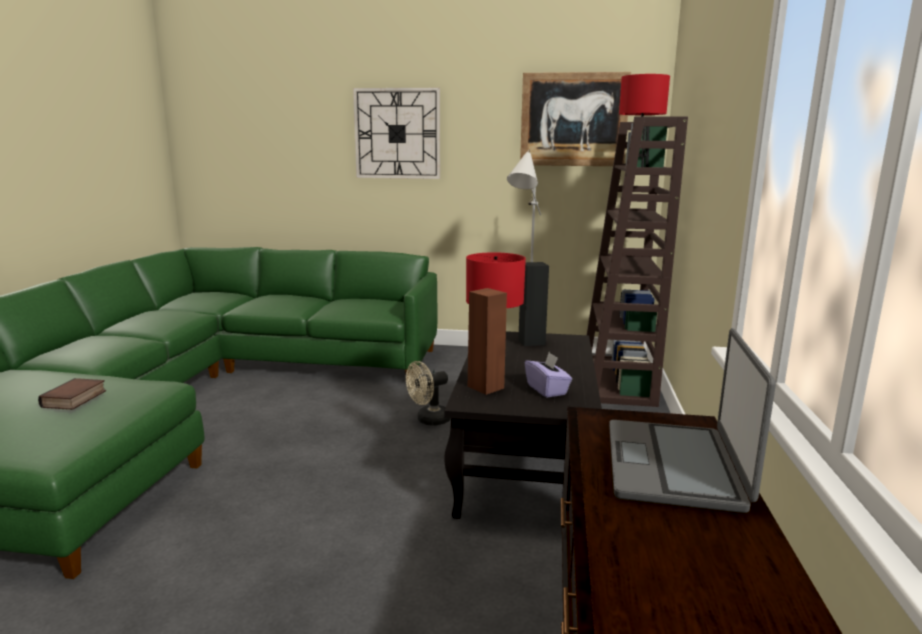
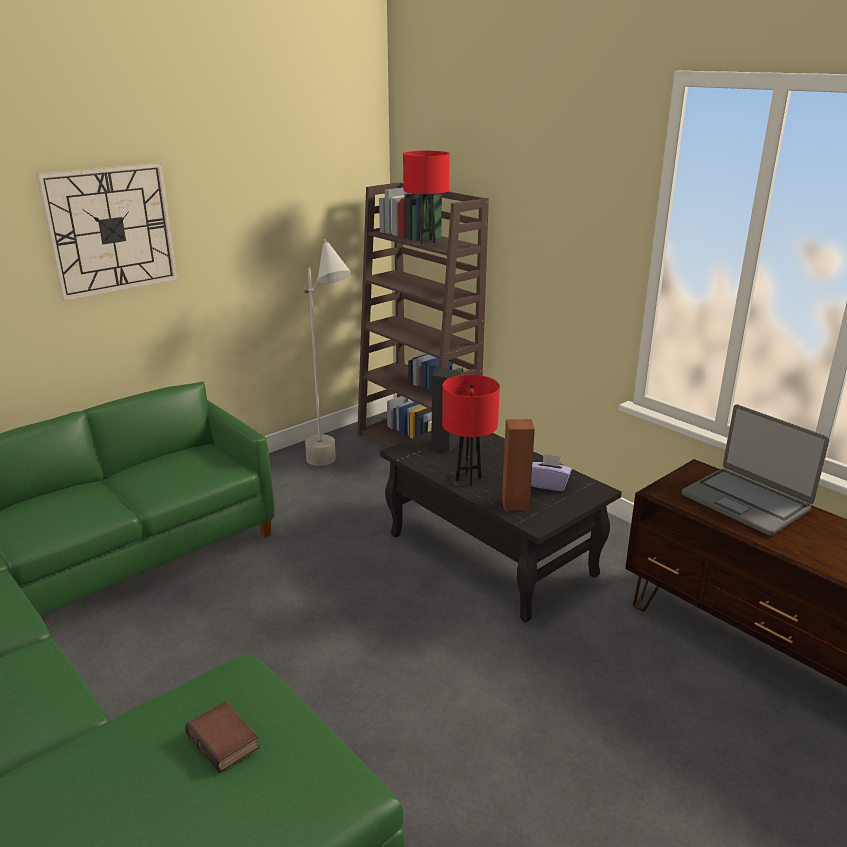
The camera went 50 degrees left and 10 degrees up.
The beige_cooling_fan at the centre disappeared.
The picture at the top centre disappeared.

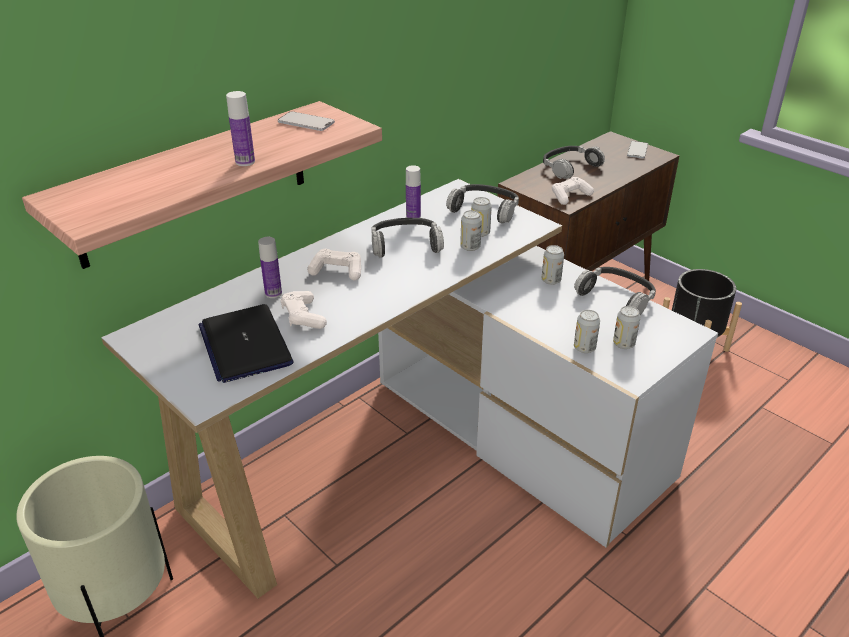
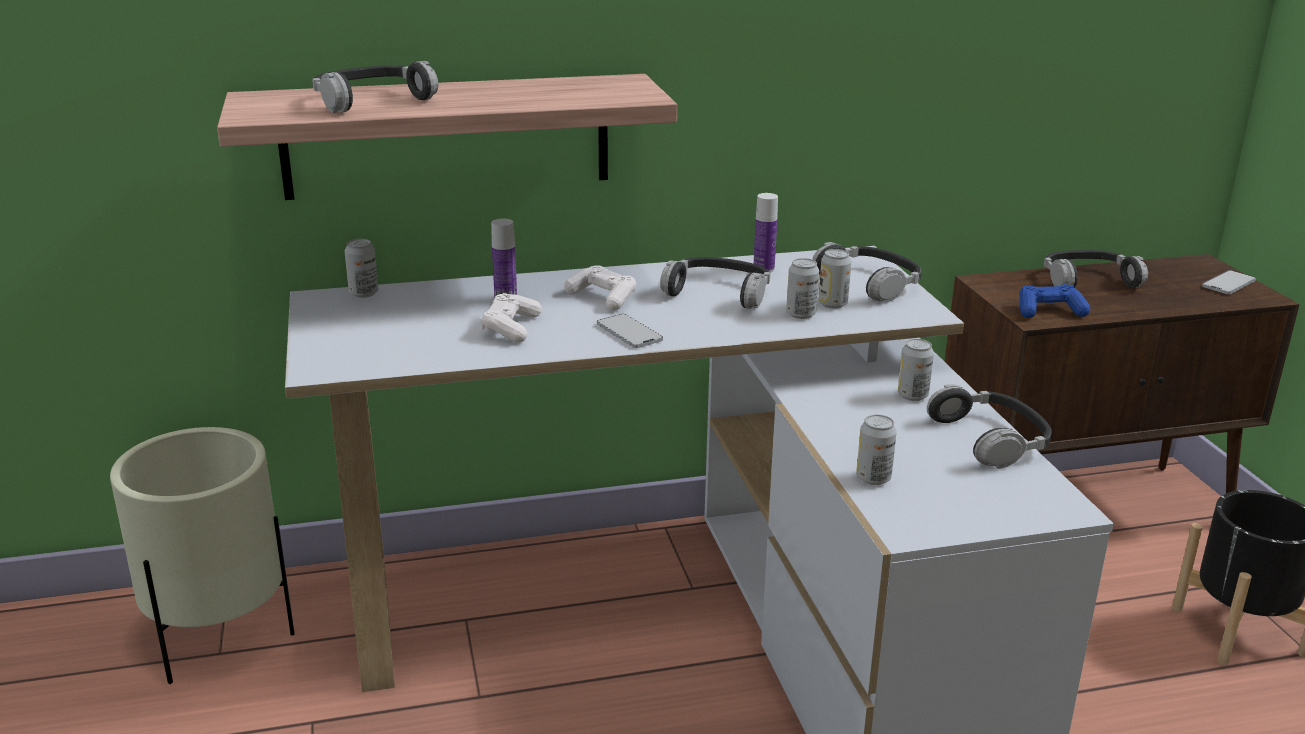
The camera went 30 degrees right and 10 degrees down.
The headphones (no. 1 from left) at the top left appeared.
The sealed_can (no. 5 from left in the first image) moved from the middle right to the middle left.
The telephone (no. 1 from left) moved from the top centre to the centre.
The white_joypad (no. 3 from left) at the top right became the blue-coloured_joypad at the middle right.
The notebook_computer at the middle left disappeared.
The beverage_bottle (no. 1 from left) at the top left disappeared.

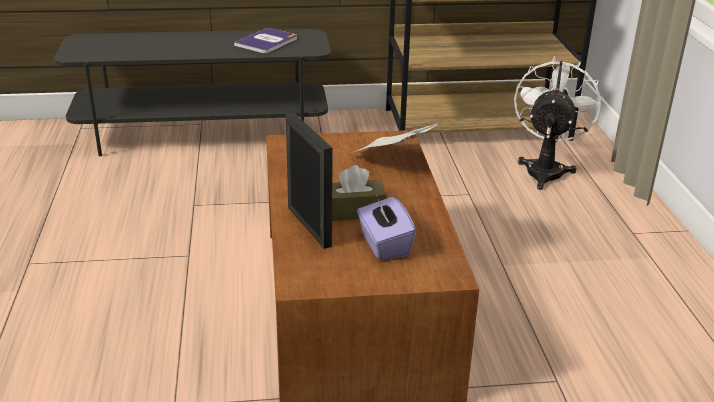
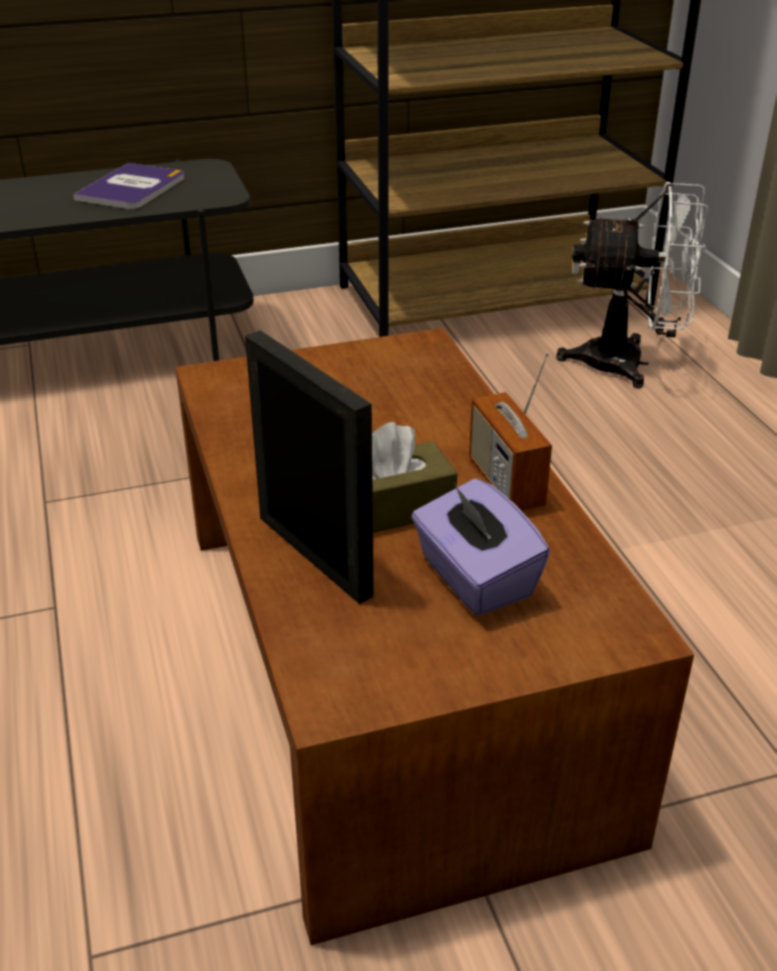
The camera went 10 degrees left and 5 degrees up.
The radio_set at the centre appeared.
The white_cooling_fan at the top right turned 90 degrees clockwise.
The daily_paper at the centre disappeared.

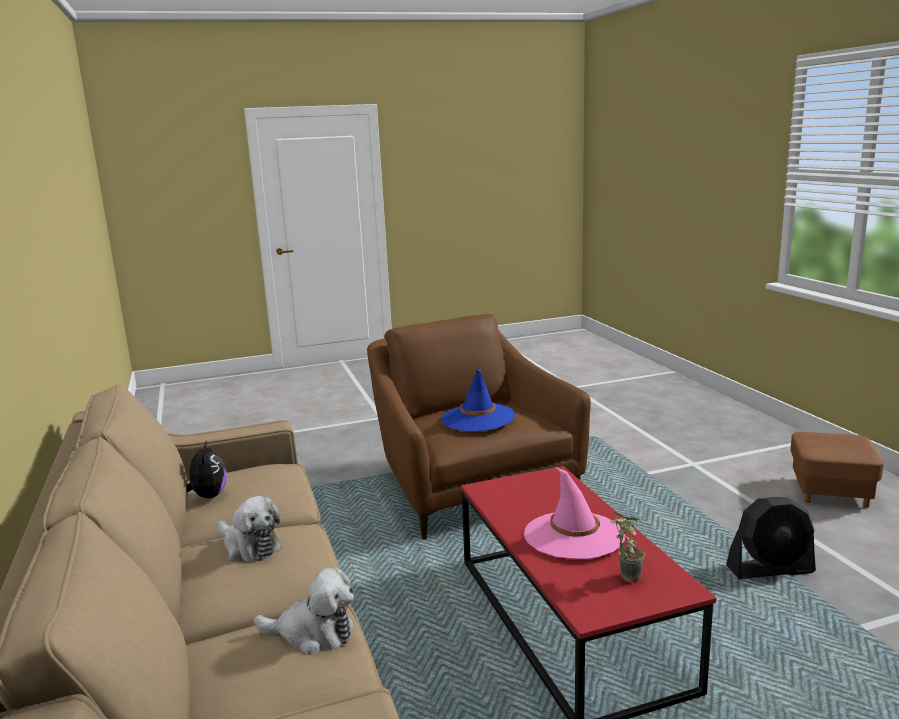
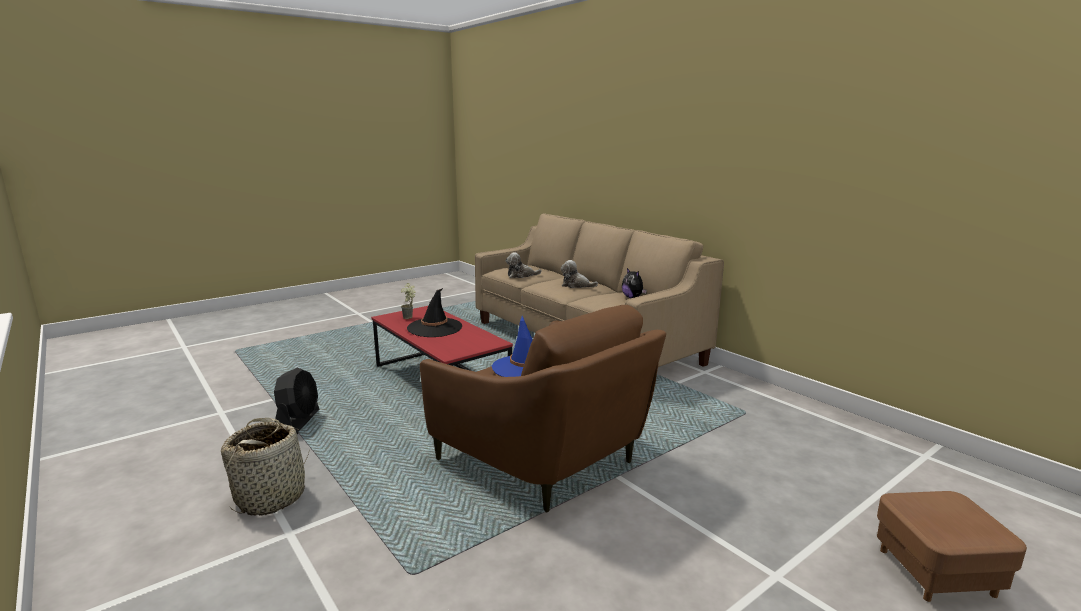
The camera went 160 degrees right and 0 degrees up.
The basket at the bottom left appeared.
The black-coloured_cooling_fan at the bottom right turned 120 degrees clockwise.
The pink-coloured_hat at the bottom centre became the black-coloured_hat at the centre.
The brown-coloured_footrest moved from the middle right to the bottom right.

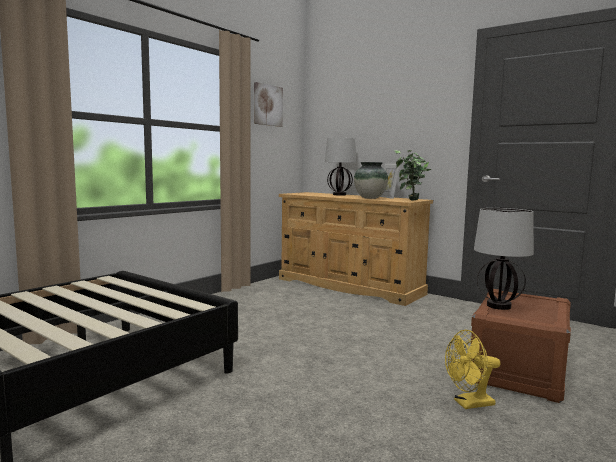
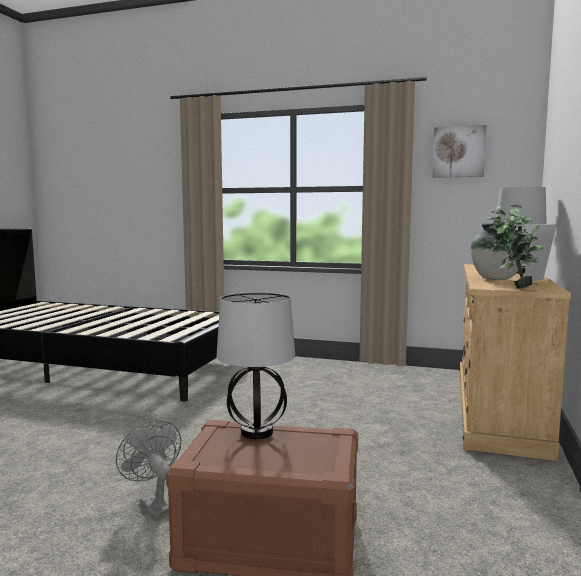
The camera went 70 degrees right and 0 degrees up.
The yellowish_cooling_fan at the bottom right became the grey_cooling_fan at the bottom left.

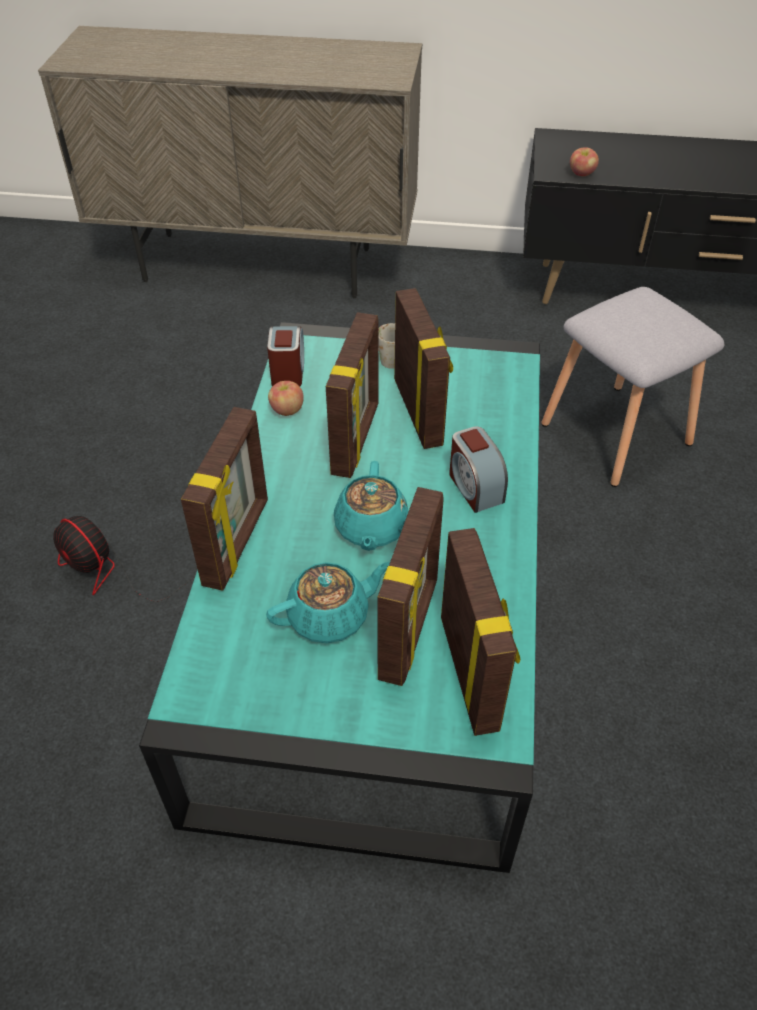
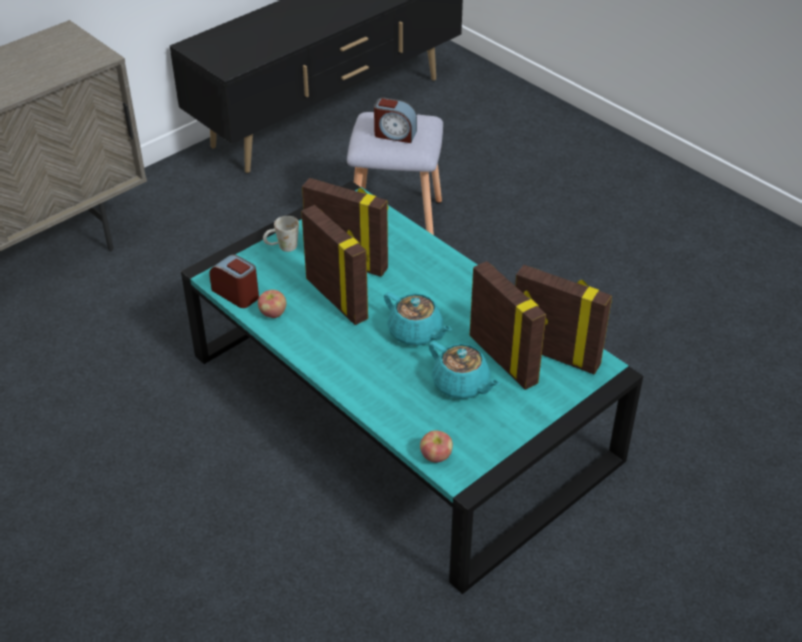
The camera went 50 degrees left and 5 degrees down.
The bedside_clock (no. 2 from left) moved from the centre to the top centre.
The apple (no. 2 from left) moved from the top right to the bottom centre.
The blue-green_tea_pot (no. 1 from left in the first image) at the centre turned 120 degrees clockwise.
The cooling_fan at the middle left disappeared.
The standing_frame (no. 1 from left) at the middle left disappeared.

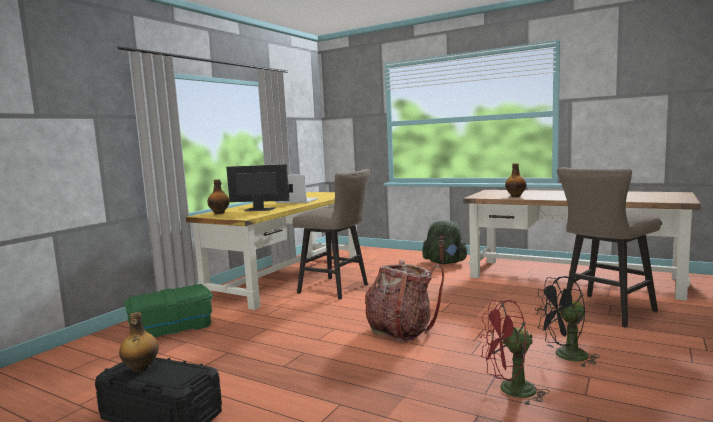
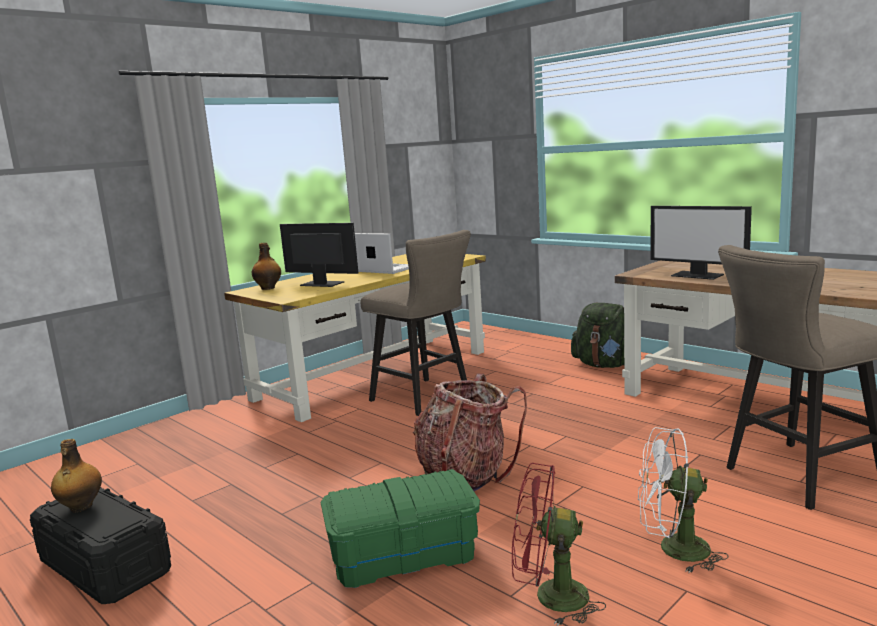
The camera went 15 degrees right and 5 degrees up.
The greenish_storage_box moved from the bottom left to the bottom centre.
The black-coloured_cooling_fan at the bottom right became the white_cooling_fan at the bottom right.
The beverage_bottle (no. 3 from left) at the middle right was replaced by the computer_display (no. 2 from left) at the middle right.

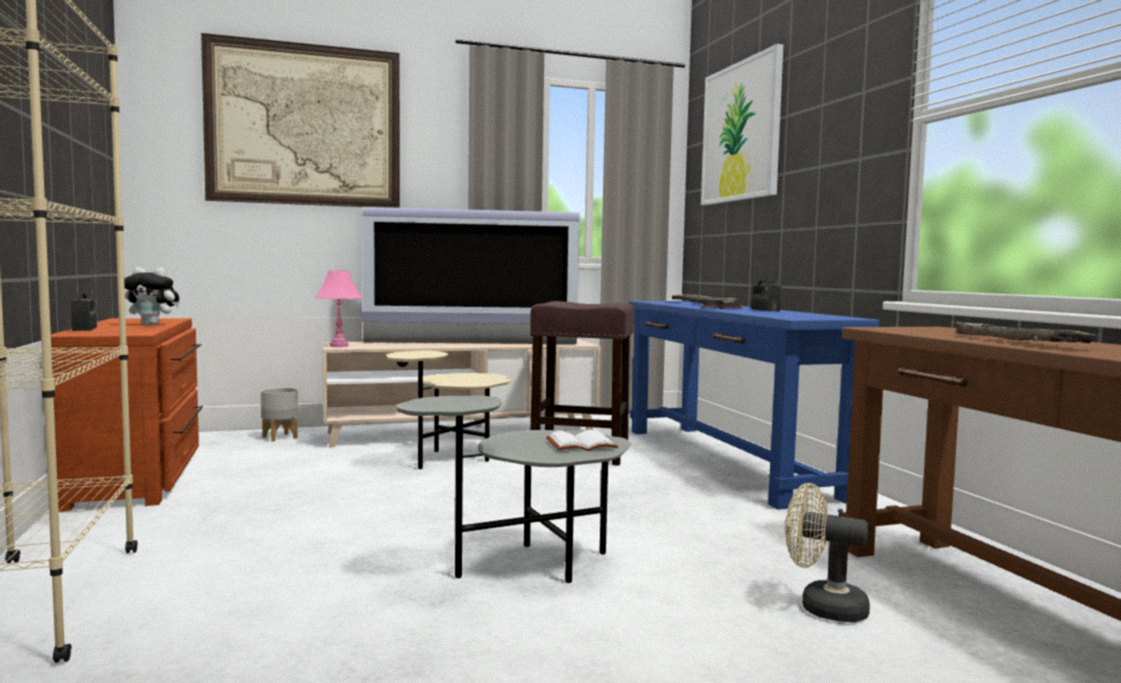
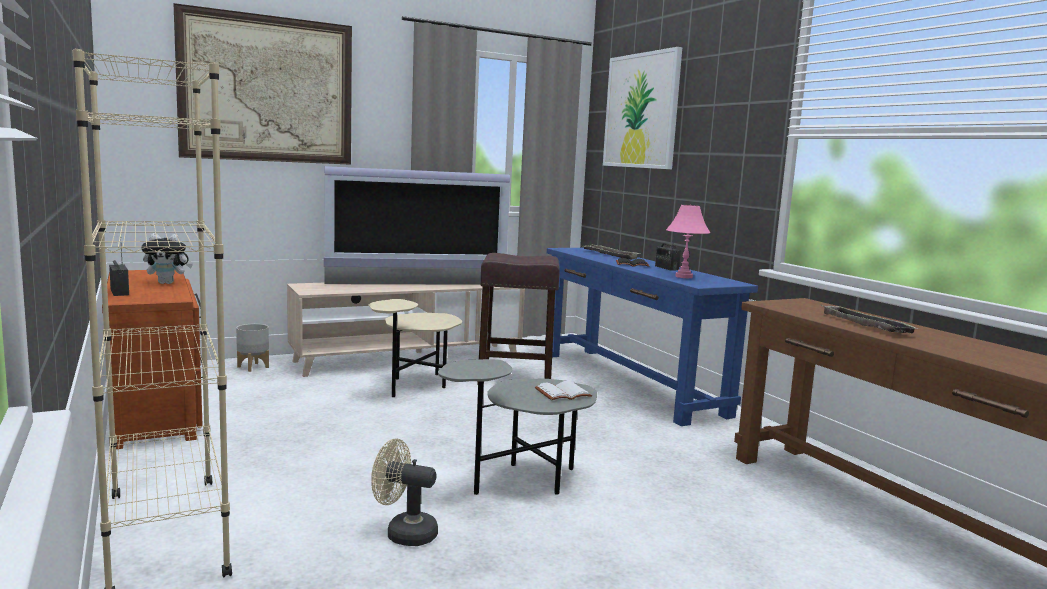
The camera went 10 degrees left and 5 degrees up.
The beige_cooling_fan moved from the bottom right to the bottom centre.
The pink-coloured_tabletop_lamp moved from the middle left to the centre.

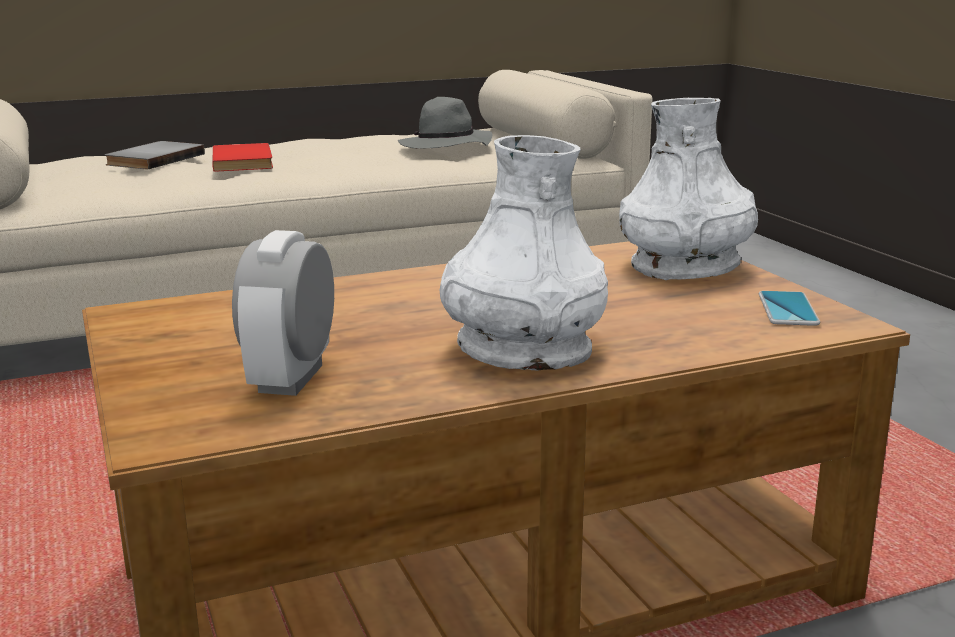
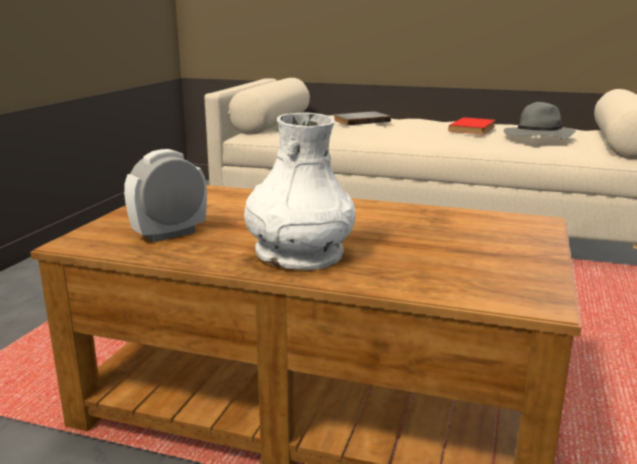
The camera went 40 degrees right and 0 degrees up.
The reddish_volume moved from the top left to the top right.
The white_decorative_vase (no. 2 from left) at the top right disappeared.
The telephone at the middle right disappeared.

